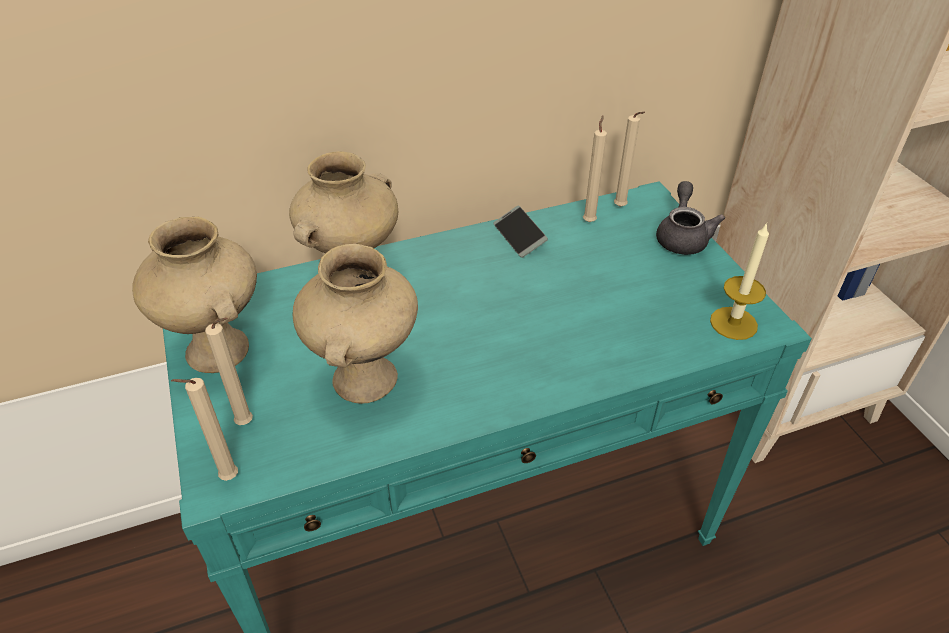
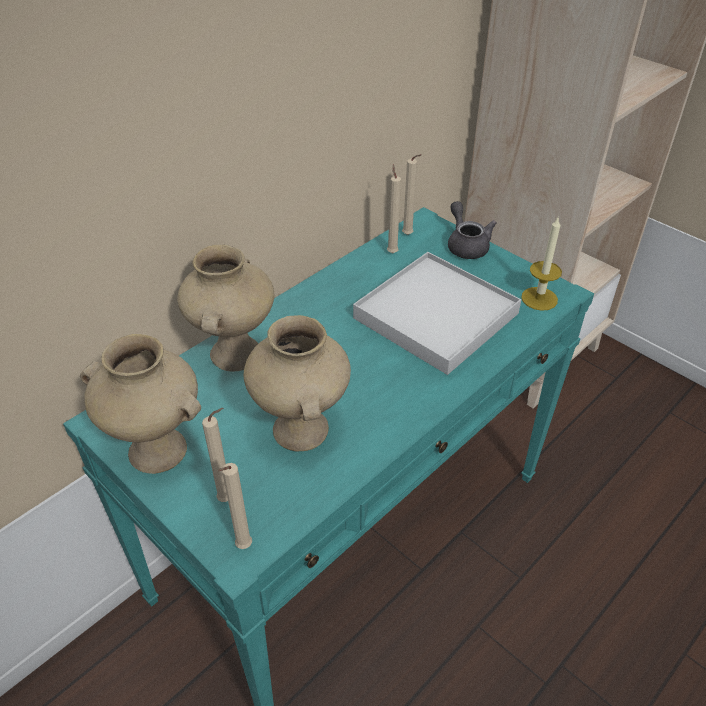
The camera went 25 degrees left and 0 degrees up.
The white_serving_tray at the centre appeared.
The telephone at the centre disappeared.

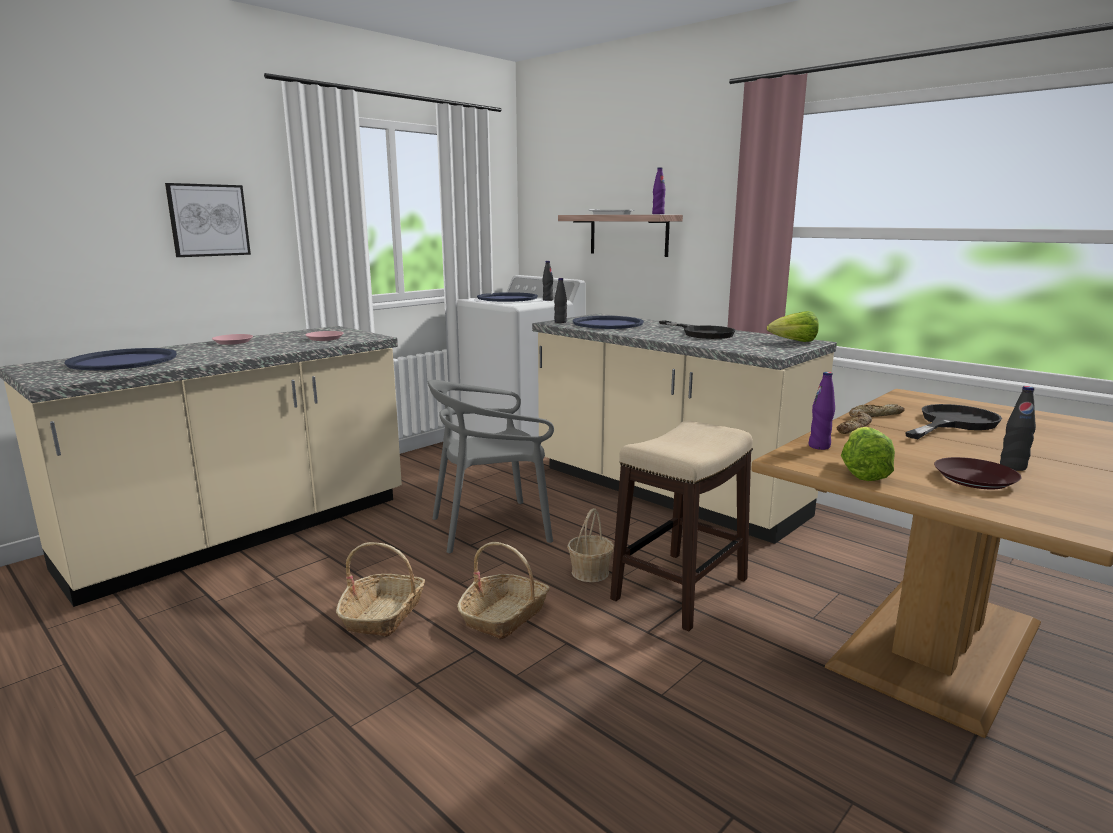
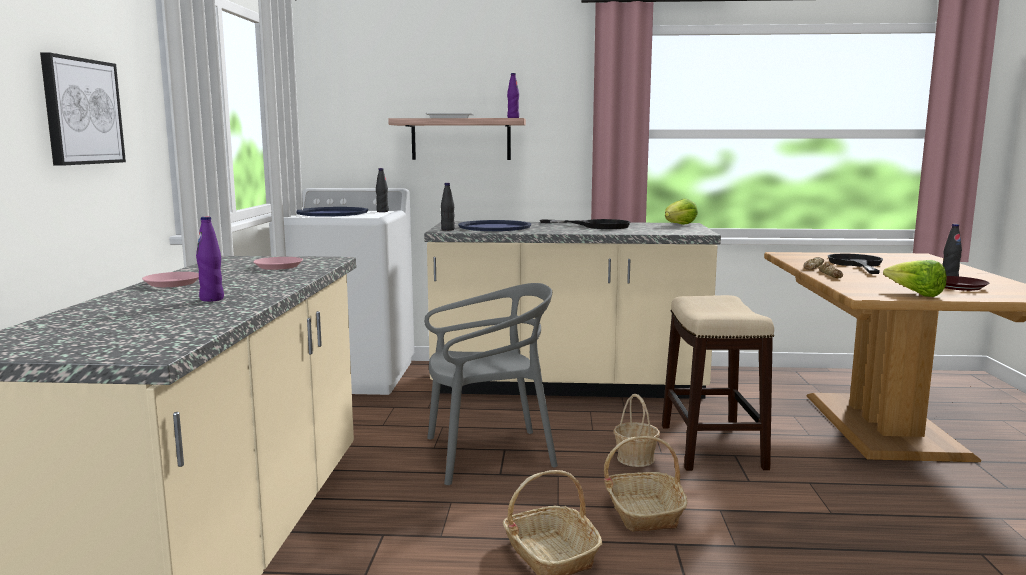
The camera went 40 degrees left and 5 degrees down.
The purple_beverage_bottle (no. 2 from left in the first image) moved from the middle right to the middle left.
The grey_plain_chair at the centre turned 135 degrees counterclockwise.
The blue-coloured_serving_tray (no. 1 from left) at the middle left disappeared.

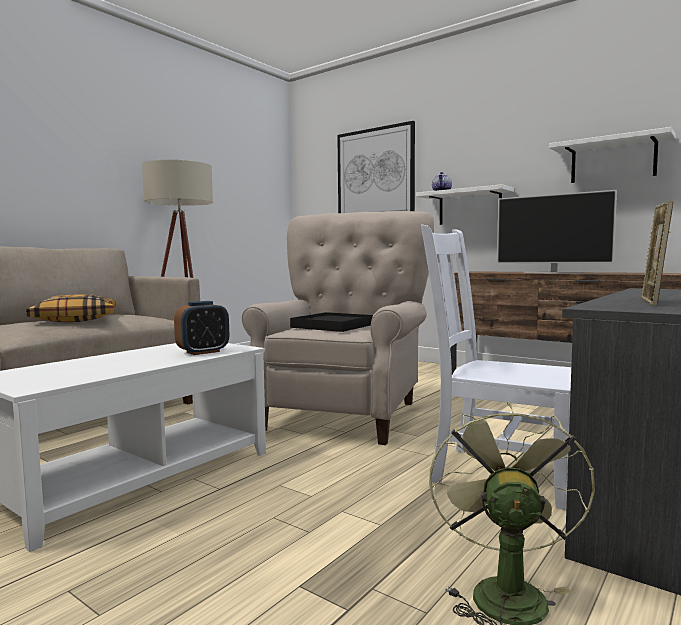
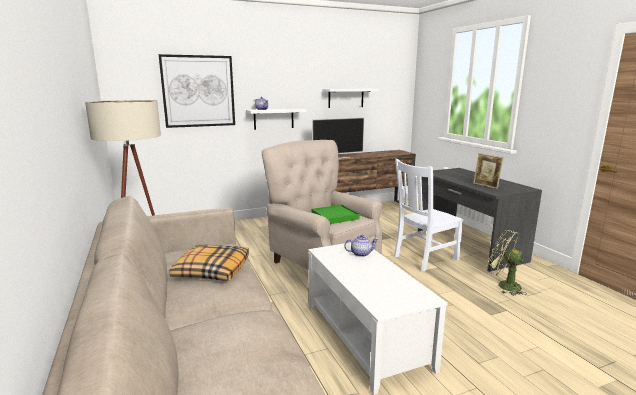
The camera went 60 degrees left and 10 degrees up.
The black-coloured_serving_tray at the centre became the greenish_serving_tray at the centre.
The bedside_clock at the middle left was replaced by the tea_pot (no. 2 from left) at the centre.

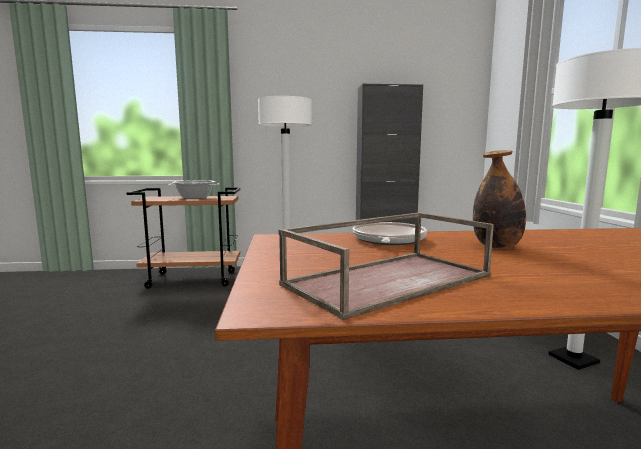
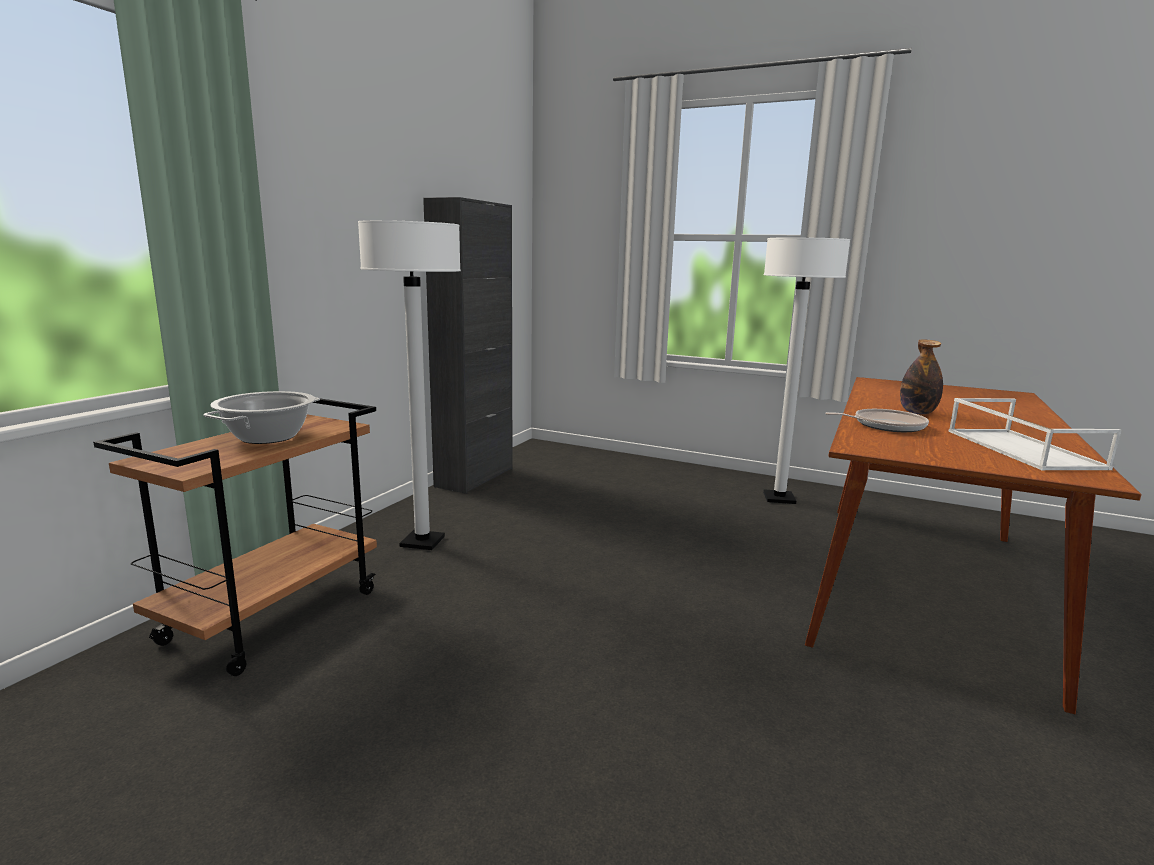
The camera went 60 degrees left and 5 degrees up.
The skillet at the centre turned 135 degrees clockwise.
The brown-coloured_serving_tray at the centre became the white_serving_tray at the middle right.

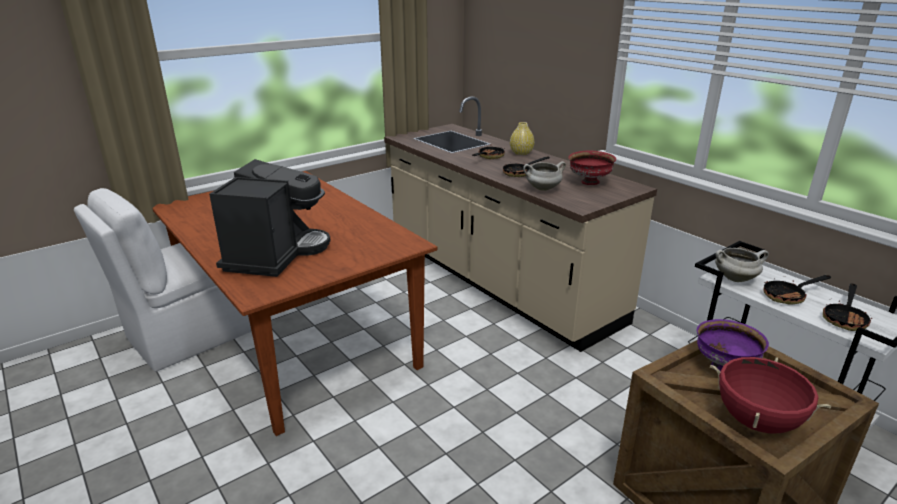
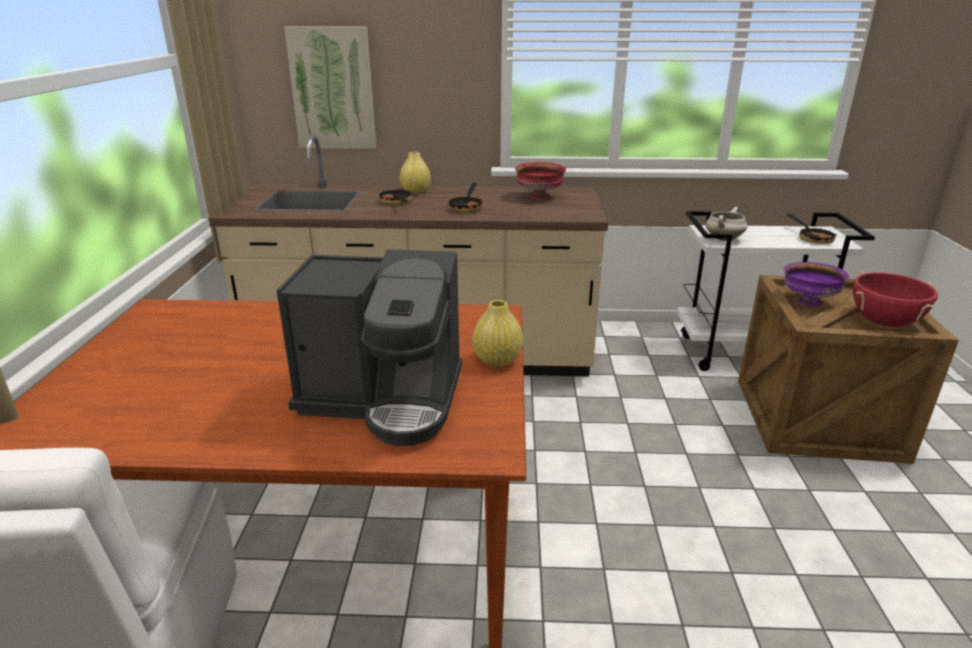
The camera went 50 degrees left and 0 degrees up.
The coffee_machine at the middle left turned 135 degrees clockwise.
The picture at the top centre appeared.
The yellowish_decorative_vase (no. 2 from left) at the centre appeared.
The white_saucepot (no. 1 from left) at the centre disappeared.
The skillet (no. 3 from left) at the middle right disappeared.

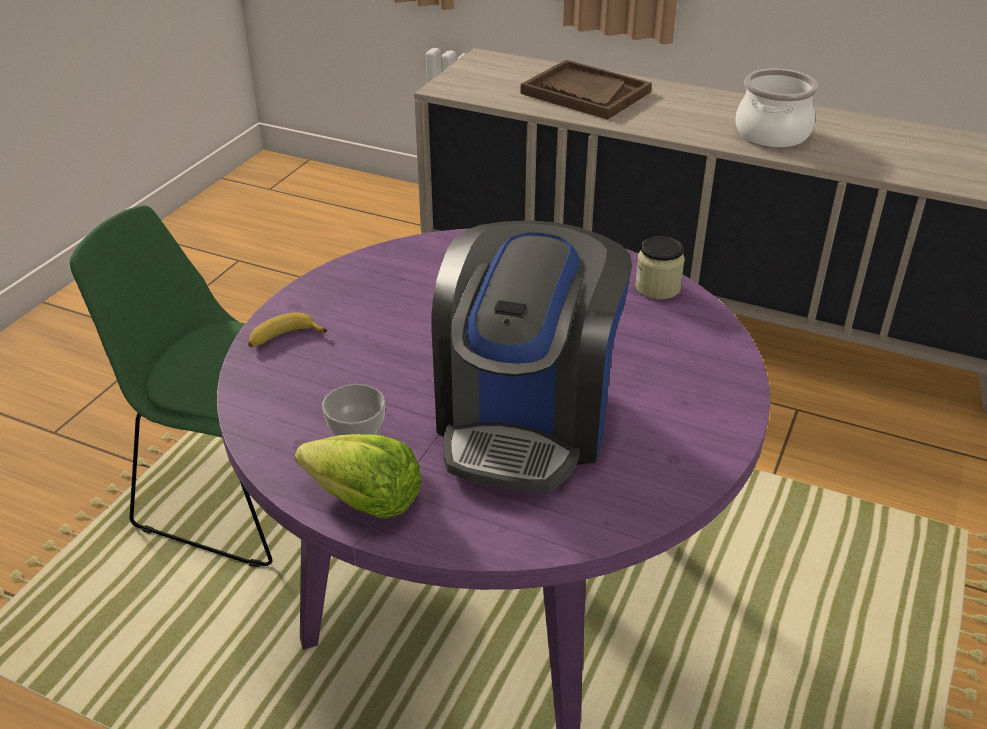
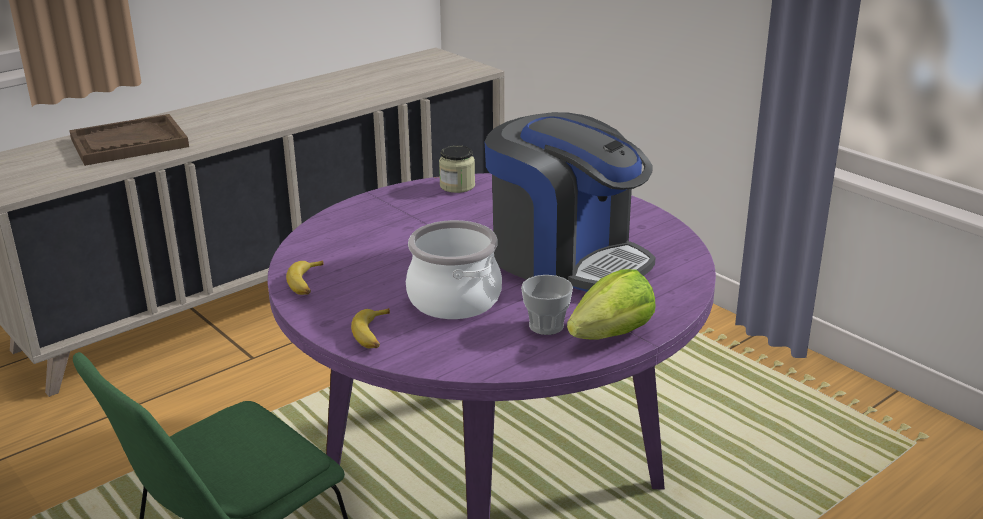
The camera went 65 degrees left and 10 degrees down.
The banana_fruit (no. 1 from left) at the middle left appeared.
The saucepot moved from the top right to the centre.

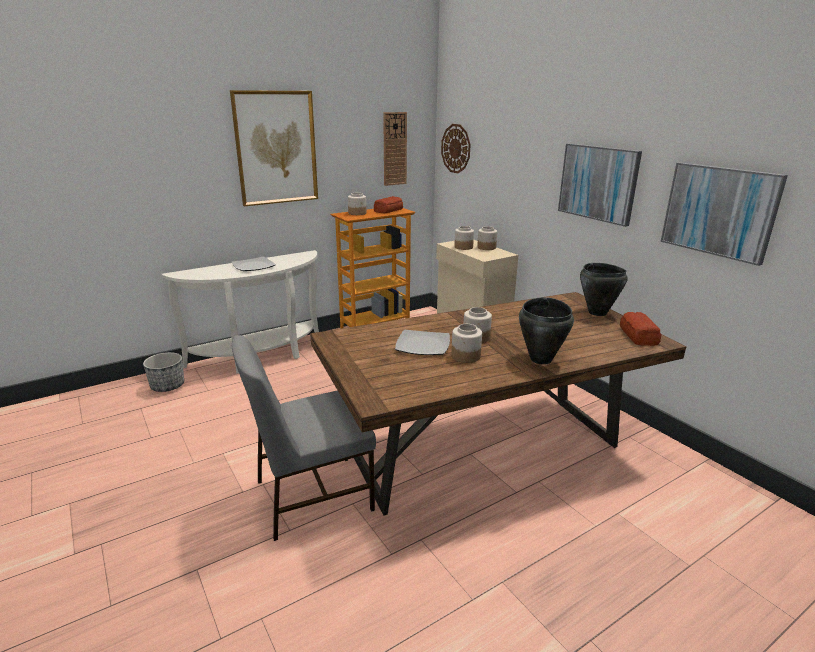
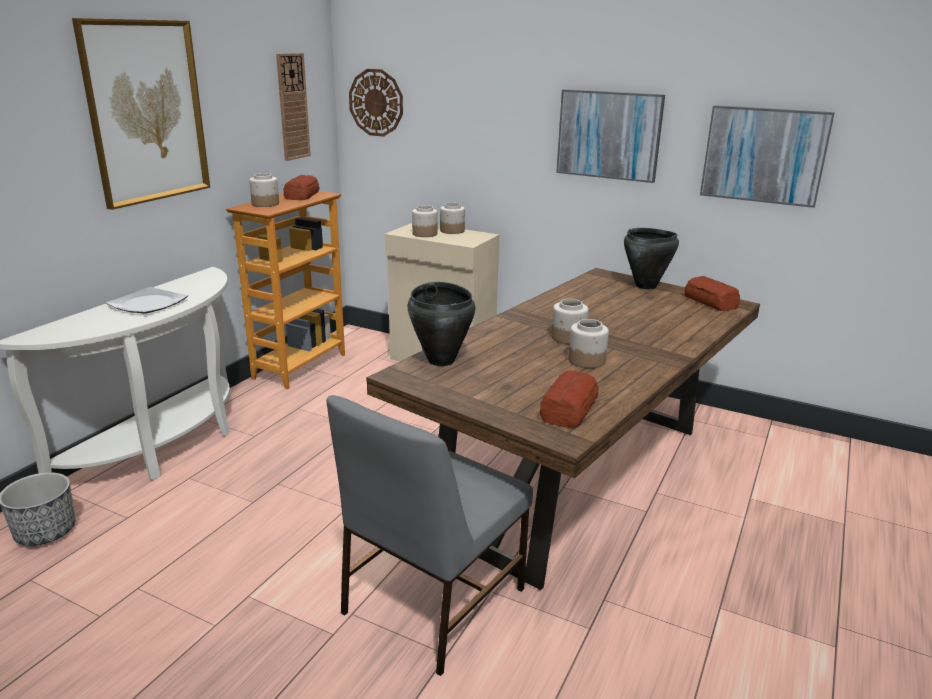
The camera went 30 degrees left and 0 degrees up.
The black-coloured_saucepot (no. 1 from left) moved from the middle right to the centre.
The baked_bread (no. 2 from left) at the centre appeared.
The dinner_plate (no. 2 from left) at the centre disappeared.

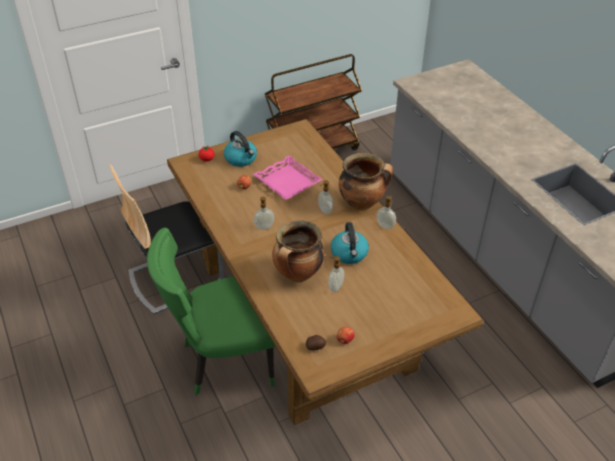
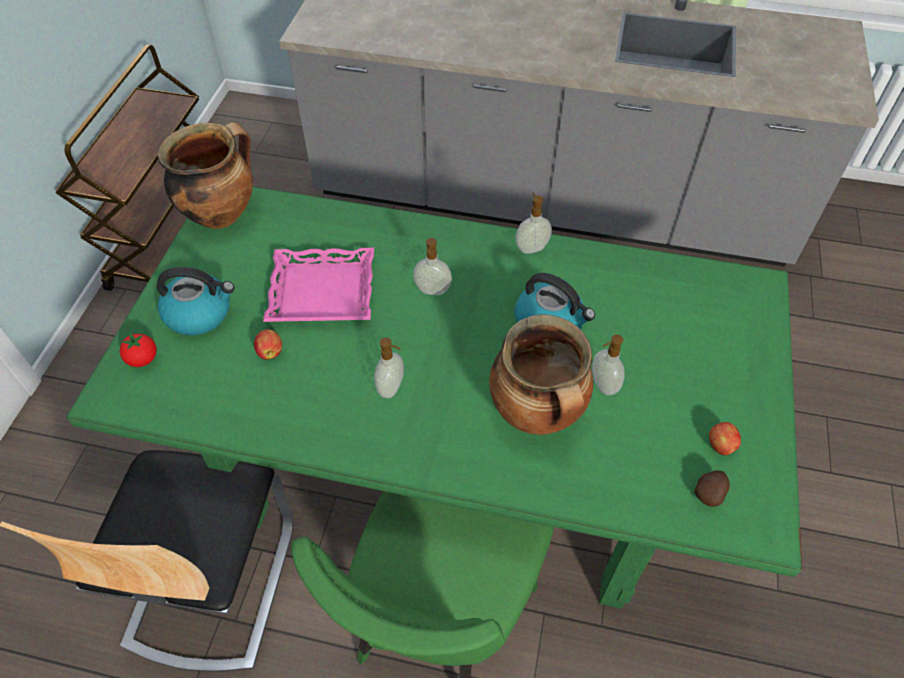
The camera went 50 degrees left and 10 degrees up.
The brown-coloured_dining_table at the centre became the greenish_dining_table at the centre.
The saucepot (no. 2 from left in the first image) moved from the centre to the top left.

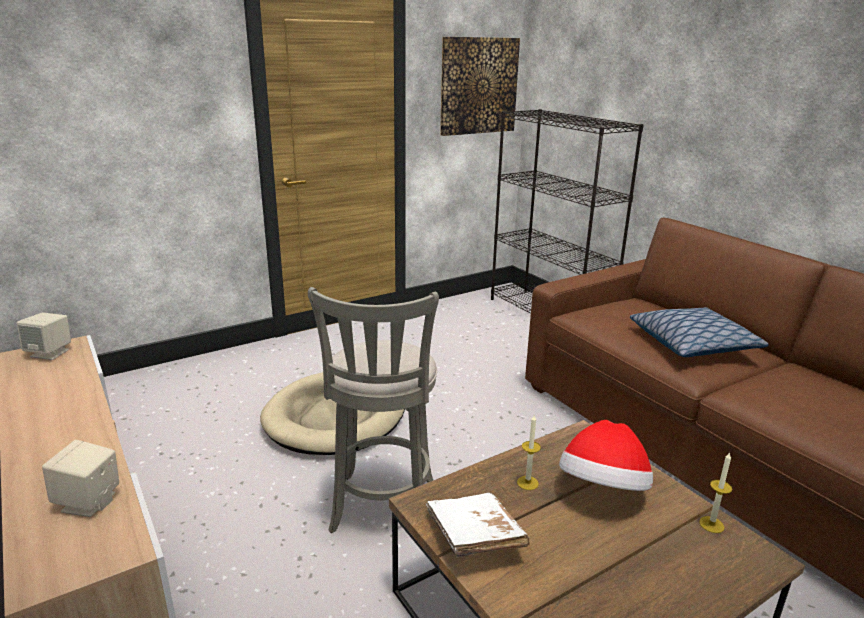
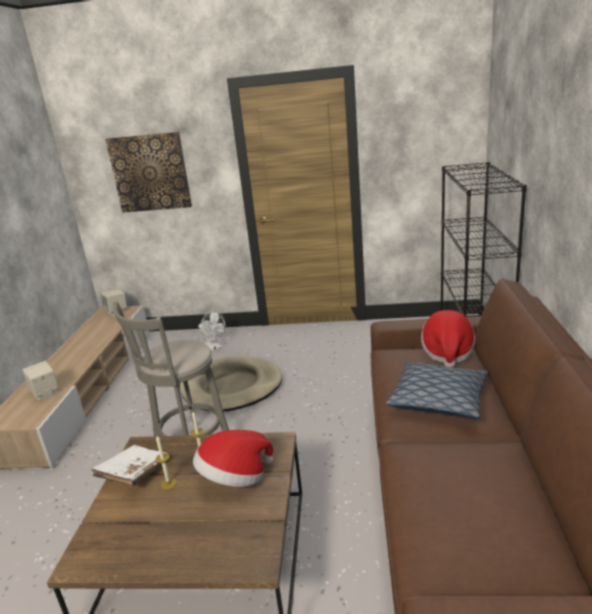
The camera went 40 degrees right and 0 degrees up.
The picture moved from the top centre to the top left.
The candle (no. 2 from left in the first image) moved from the bottom right to the bottom left.
The white_cooling_fan at the centre appeared.
The hat (no. 2 from left) at the middle right appeared.

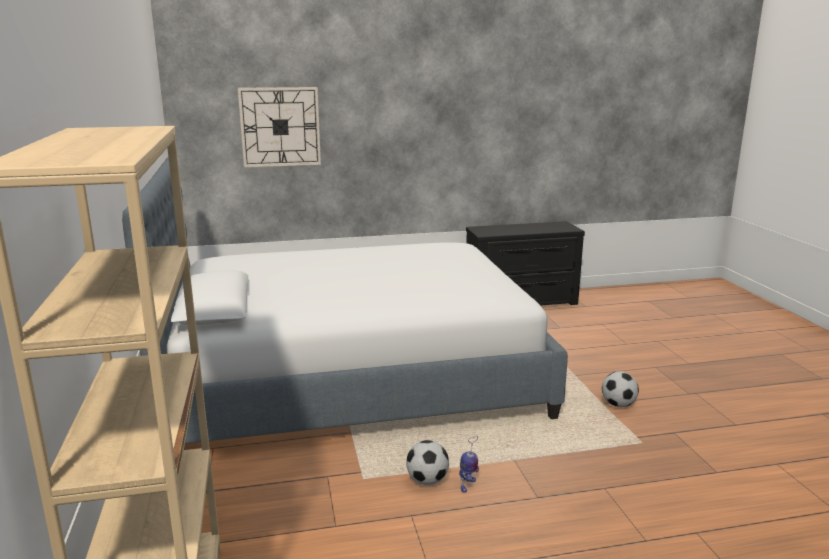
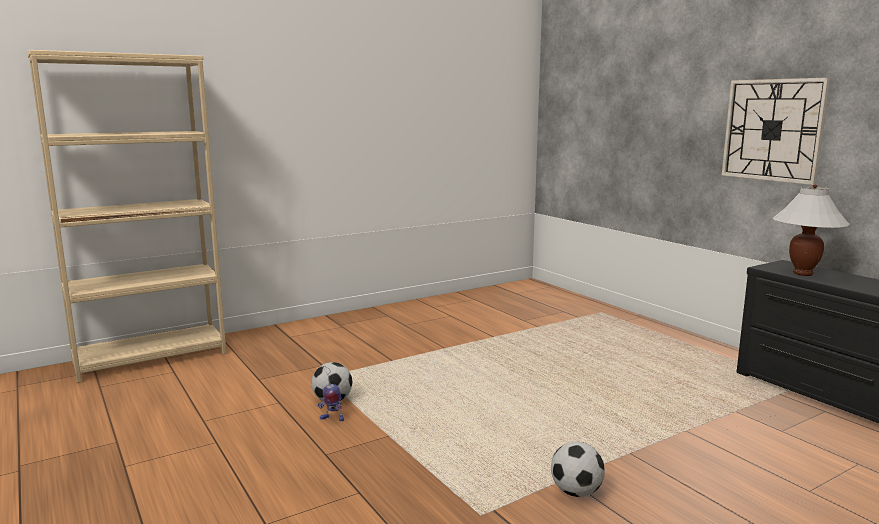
The camera went 70 degrees right and 5 degrees down.
The wall_clock moved from the top centre to the top right.
The white_tabletop_lamp at the middle right appeared.
The sleeping_bed at the centre disappeared.

